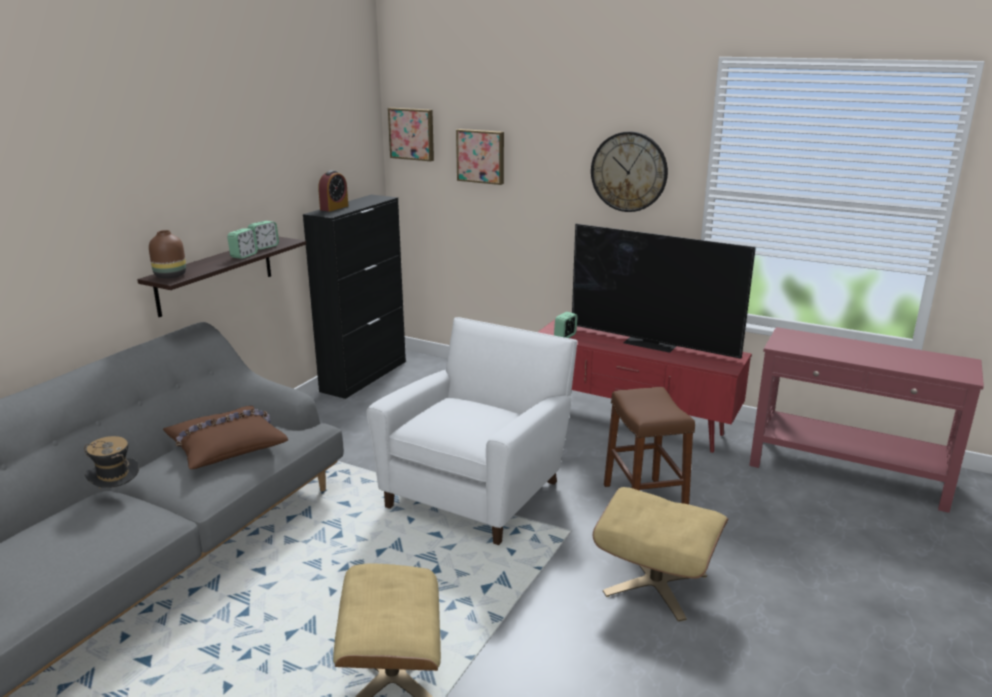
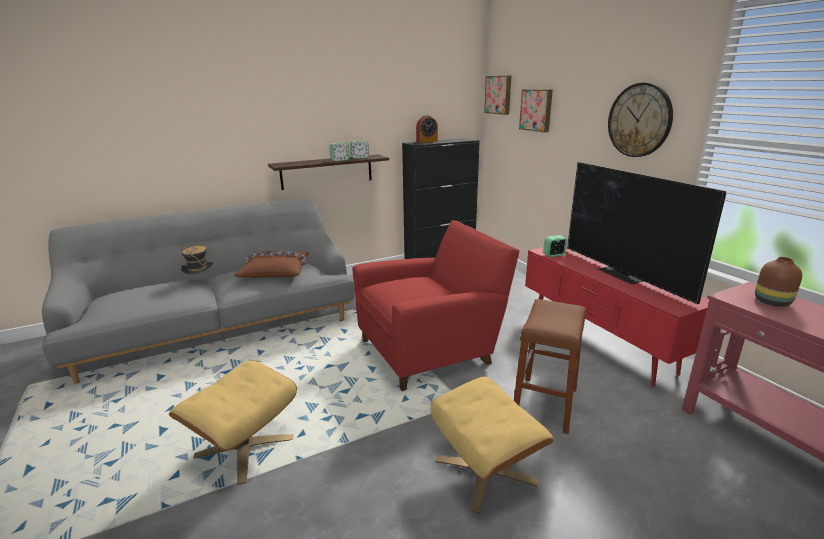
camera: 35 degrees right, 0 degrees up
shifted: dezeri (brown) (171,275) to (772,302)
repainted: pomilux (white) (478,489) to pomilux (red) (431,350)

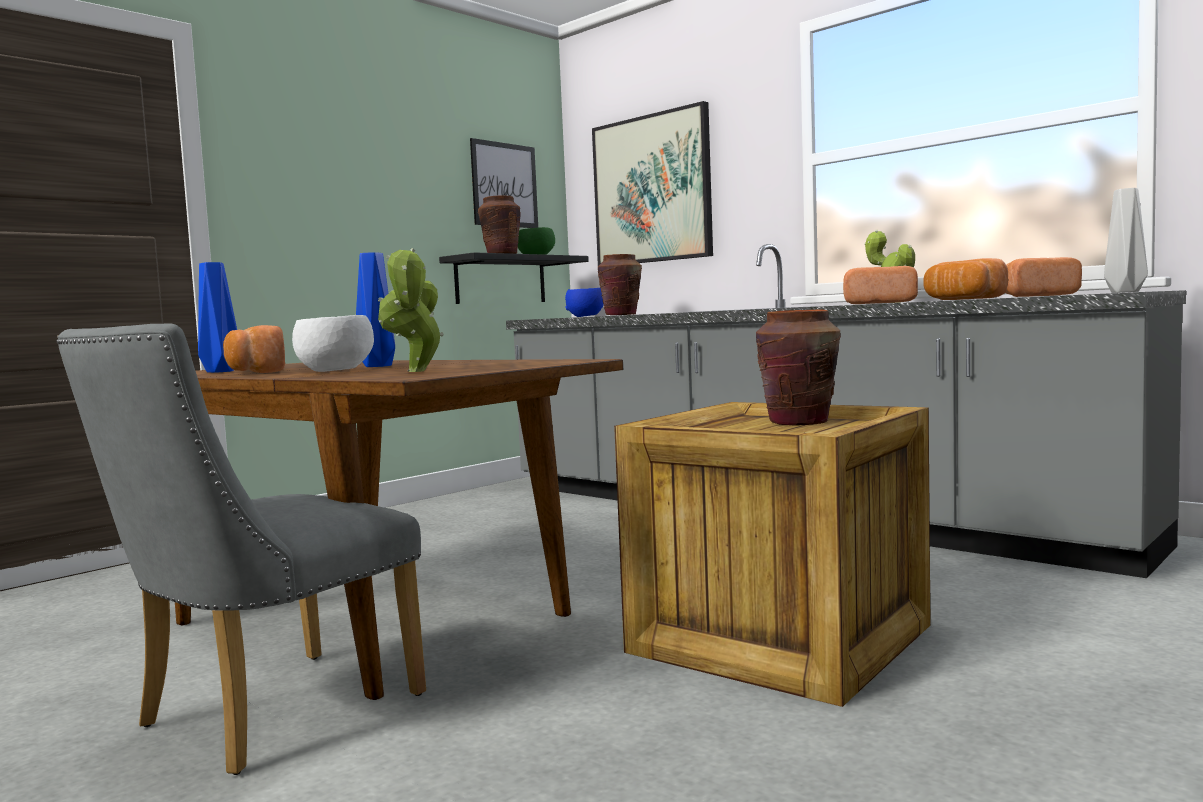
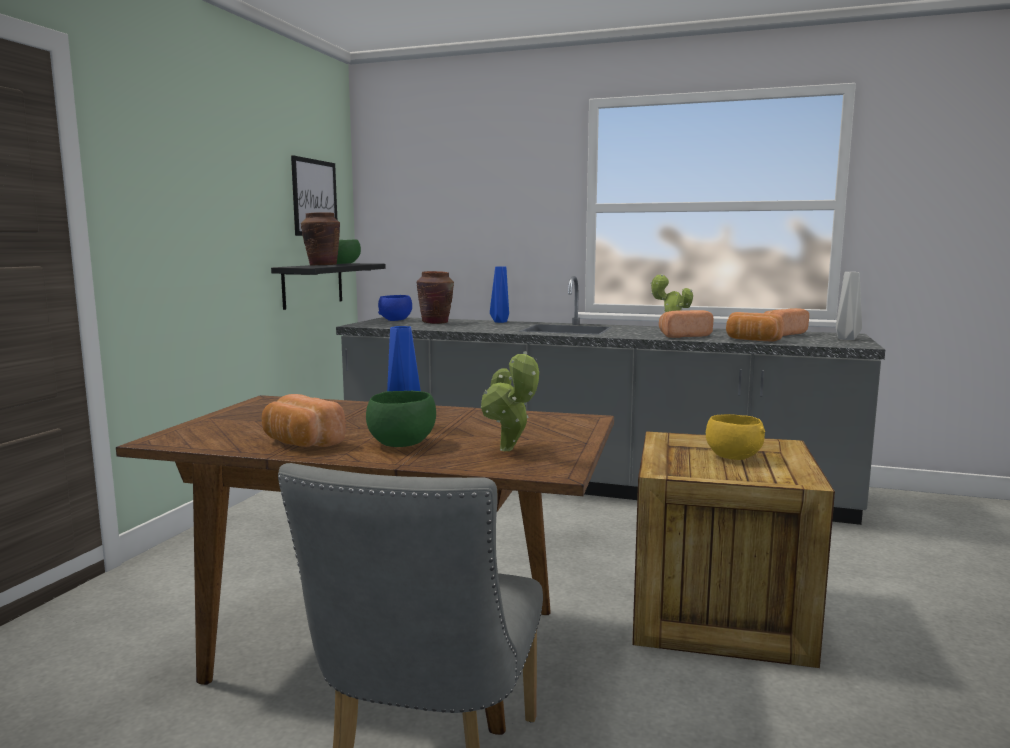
camera: 25 degrees left, 5 degrees up
gone: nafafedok (652,189)
shifted: dezeri (blue) (222,371) to (501,322)
swapped: dezeri (brown) (799,422) to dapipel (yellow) (732,457)
repainted: dapipel (white) (334,371) to dapipel (green) (401,444)

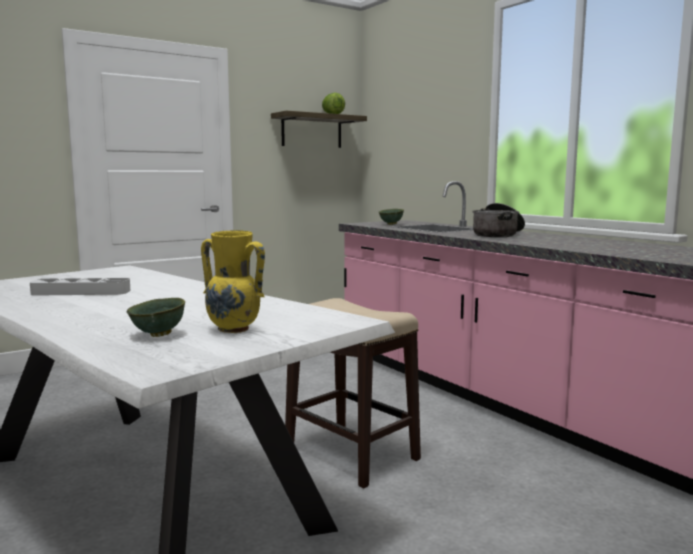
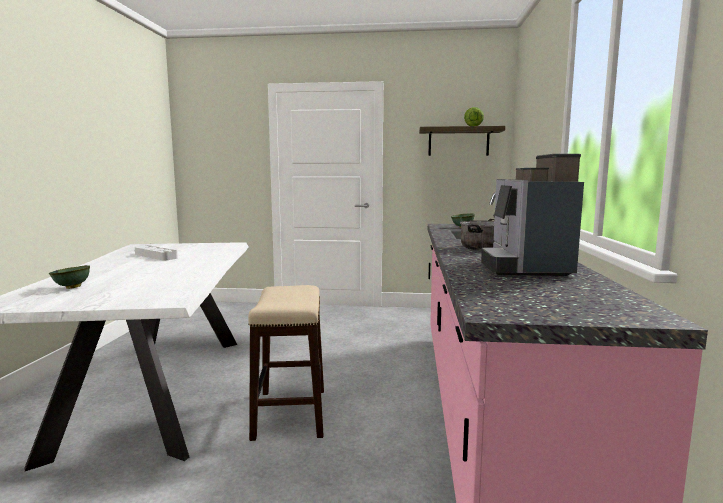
camera: 40 degrees right, 0 degrees up
gone: dezeri (yellow) (234,330)
new: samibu (525,267)

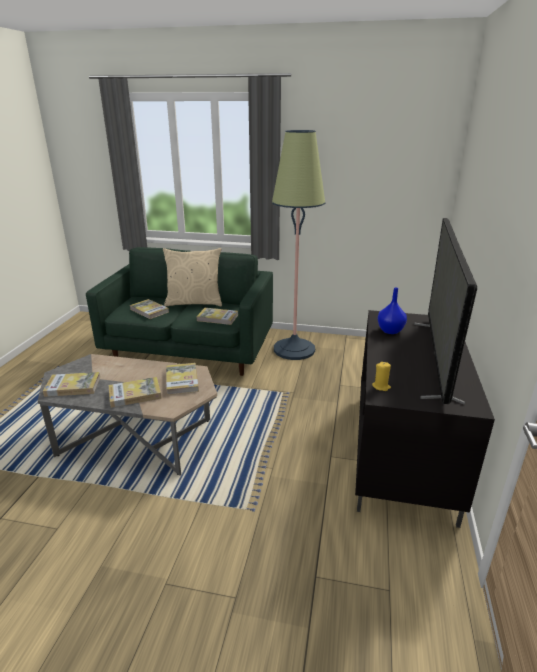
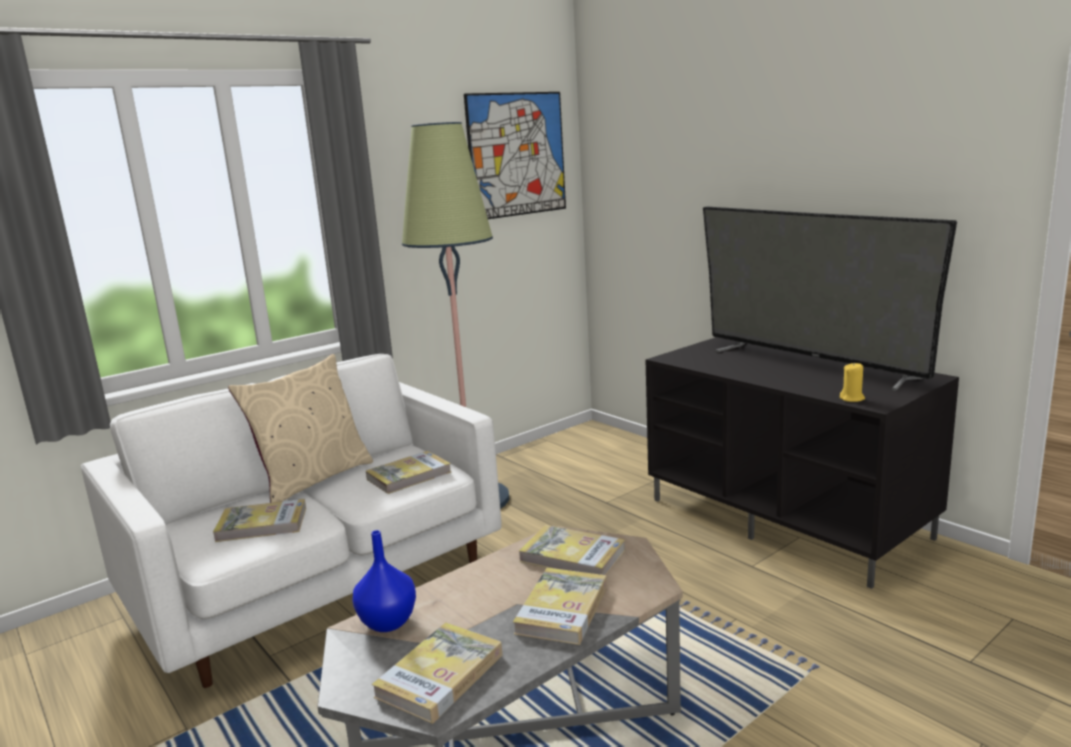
camera: 50 degrees left, 10 degrees down
new: nafafedok (517,154)
shifted: dezeri (blue) (390,330) to (388,621)
repainted: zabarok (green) (190,350) to zabarok (white) (319,586)

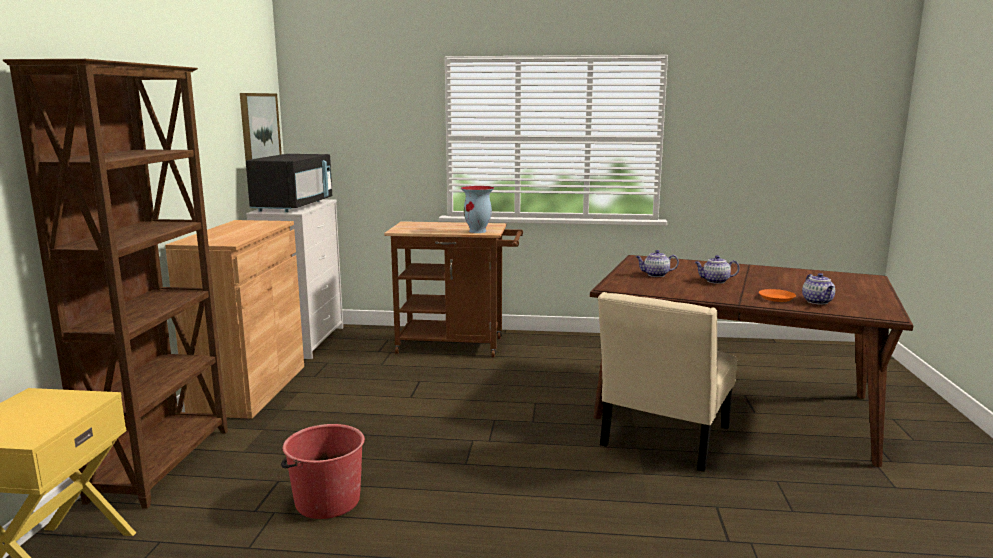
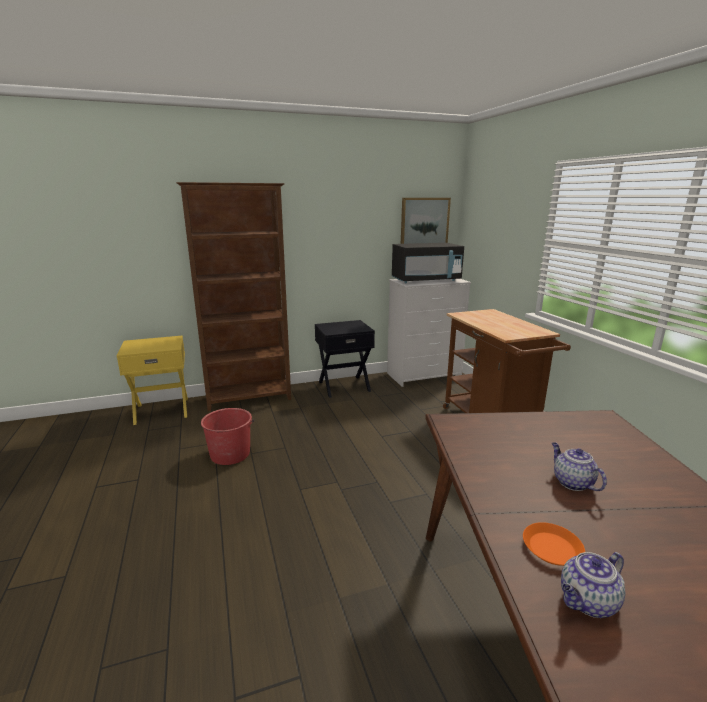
camera: 65 degrees right, 5 degrees up
gone: dezeri (478,231); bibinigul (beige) (662,440); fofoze (655,275)
swapped: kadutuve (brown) (249,389) to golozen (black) (344,386)

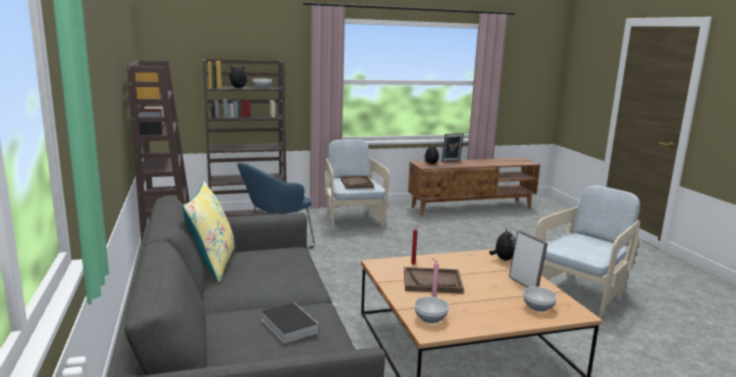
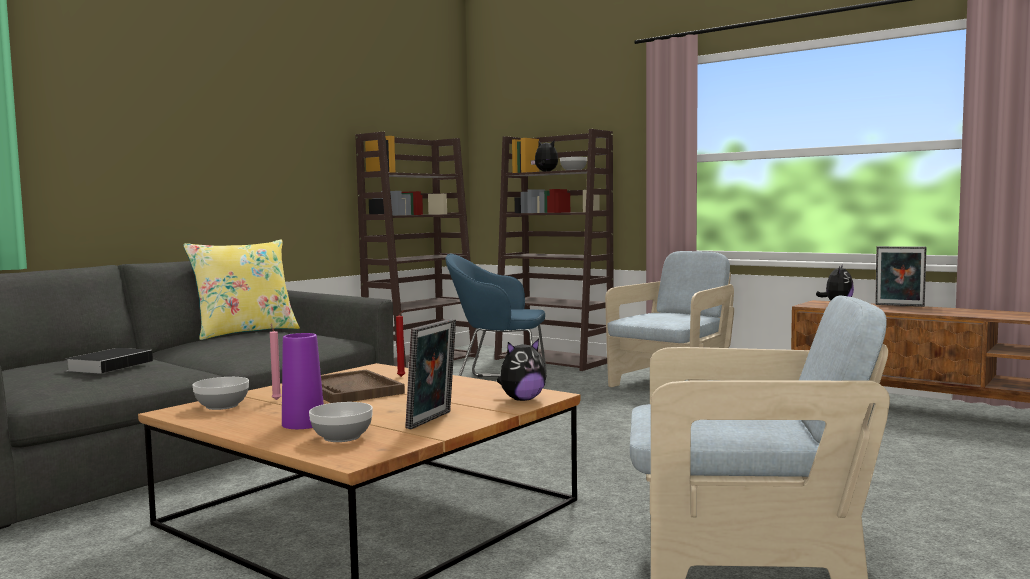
camera: 55 degrees right, 10 degrees down
gone: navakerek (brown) (356,183)
new: dezeri (purple) (303,423)

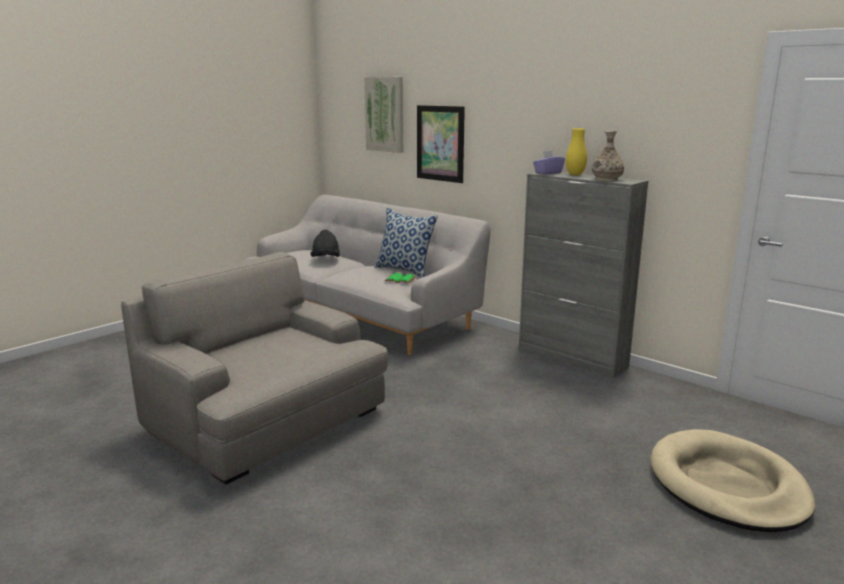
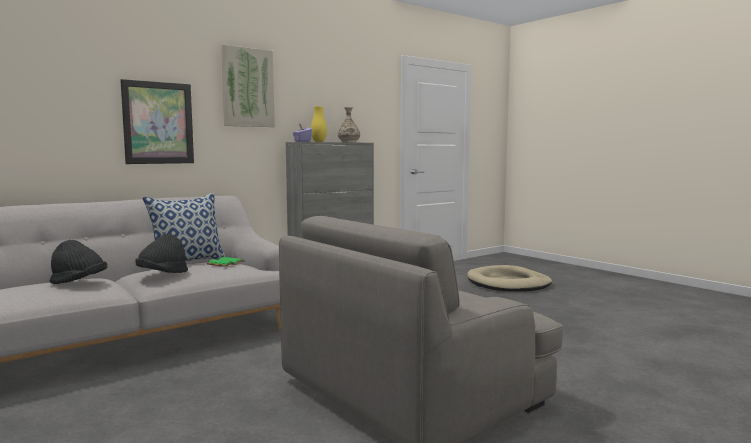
camera: 80 degrees left, 10 degrees down
new: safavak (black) (162,274)
shifted: nafafedok (385,114) to (247,87)

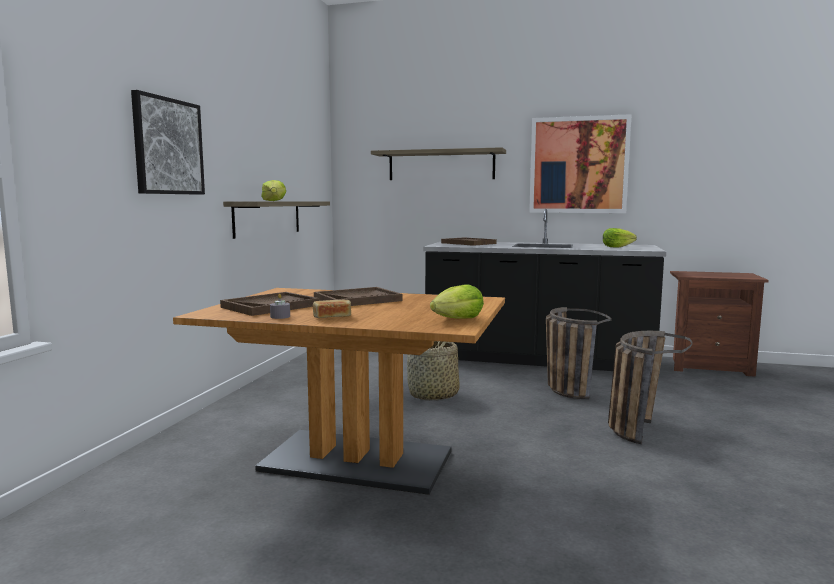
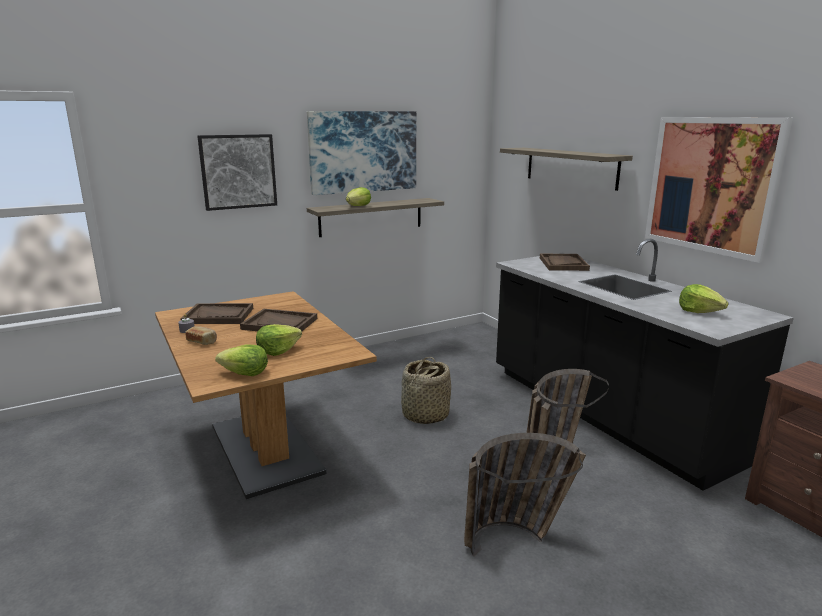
camera: 45 degrees right, 10 degrees up
new: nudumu (278,350); nafafedok (363,152)

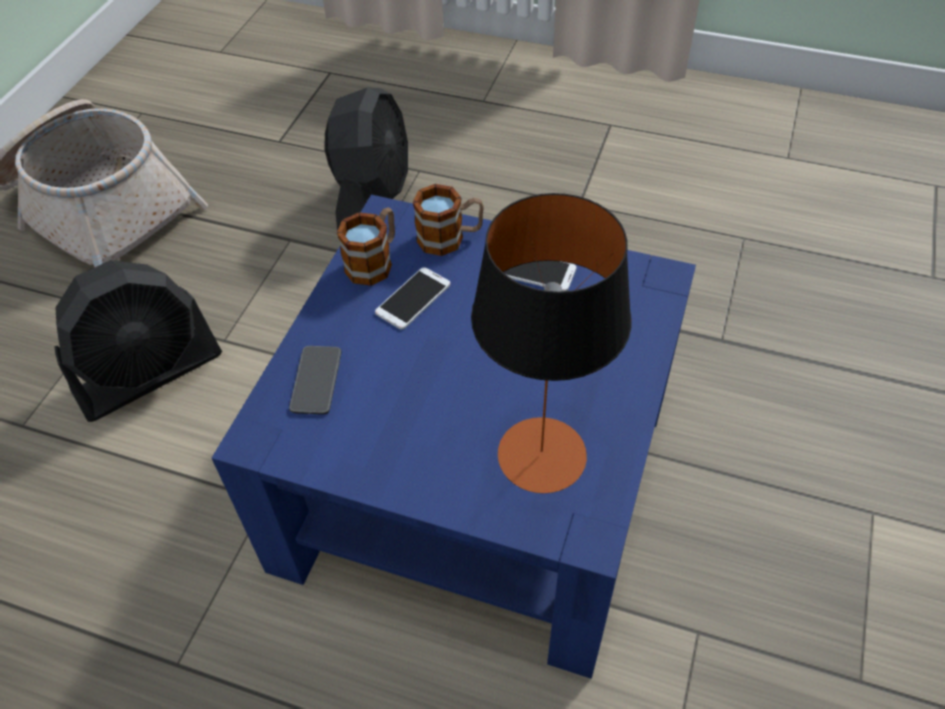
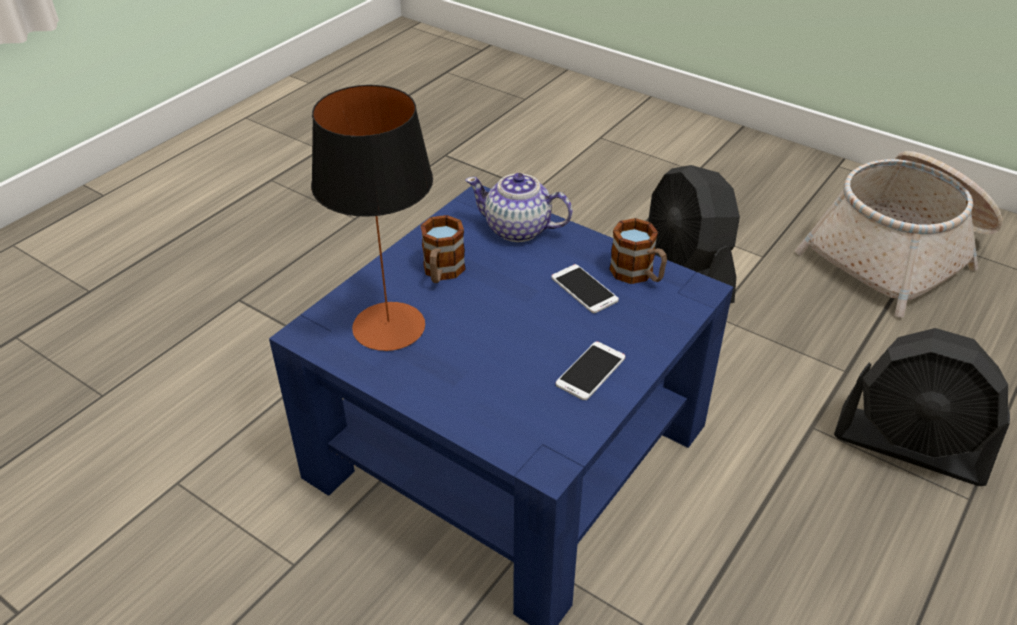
camera: 105 degrees right, 10 degrees down
shifted: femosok (450,238) to (442,272)
swapped: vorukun (316,381) to fofoze (518,229)

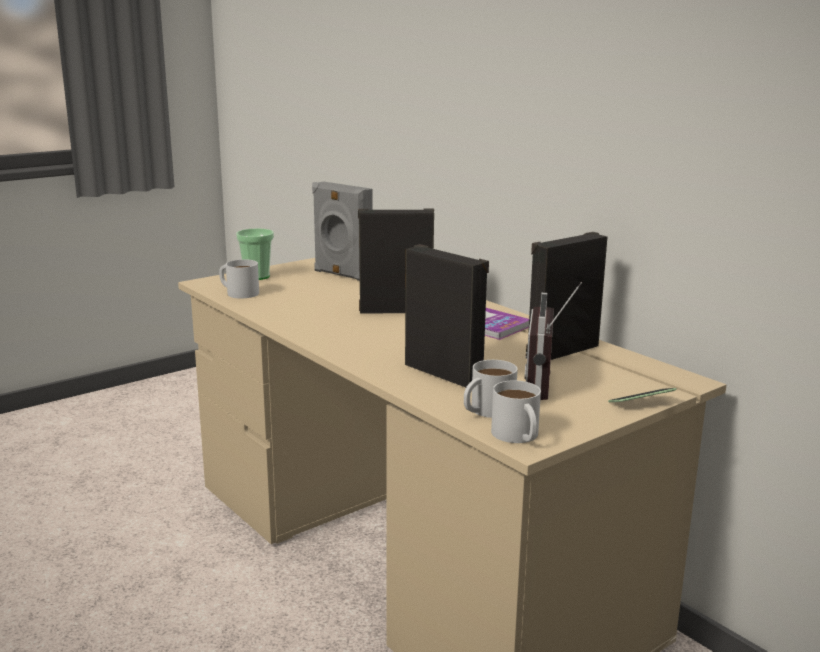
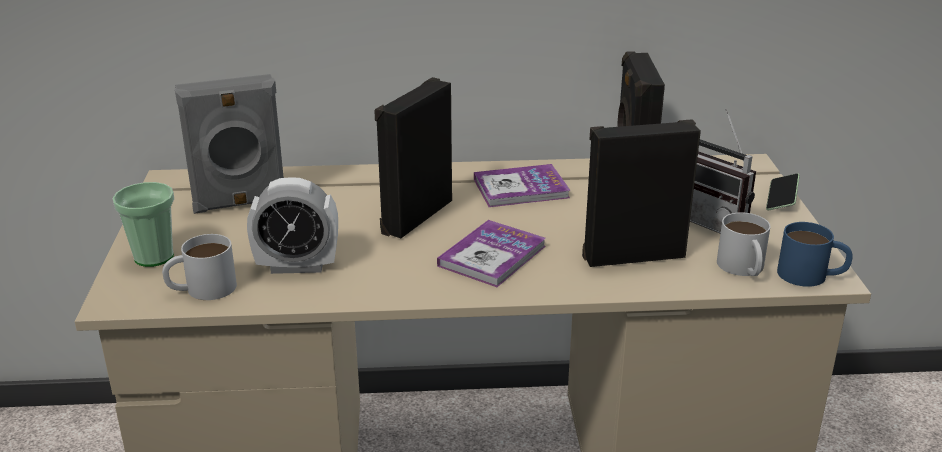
camera: 55 degrees left, 10 degrees up
new: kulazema (297,266); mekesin (492,256)
repainted: femosok (white) (518,437) to femosok (blue) (811,275)

